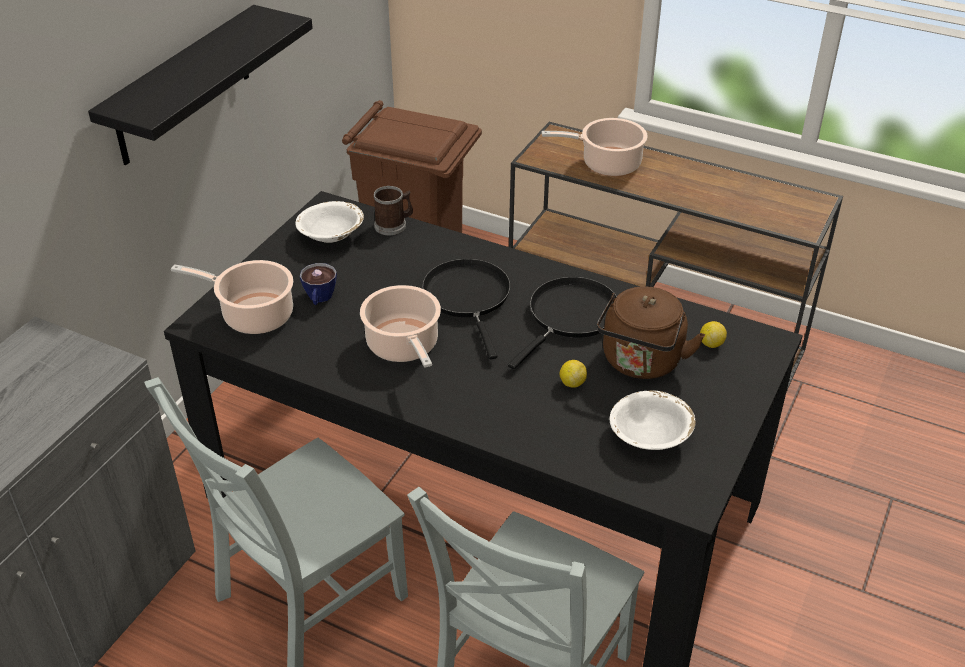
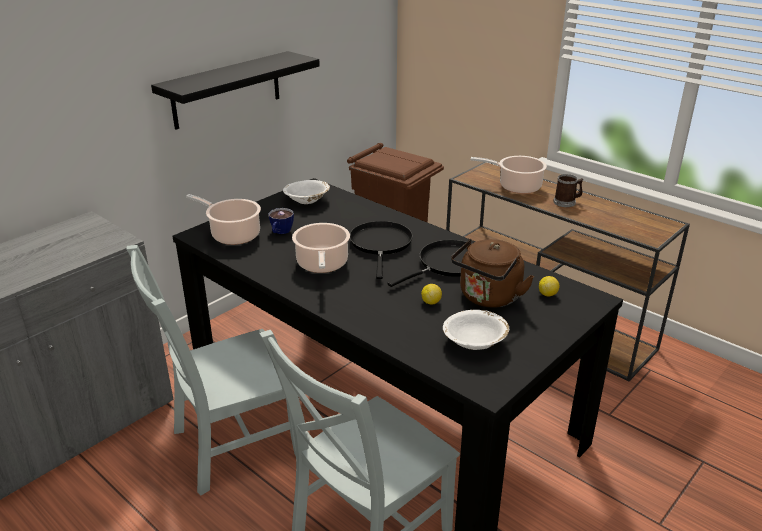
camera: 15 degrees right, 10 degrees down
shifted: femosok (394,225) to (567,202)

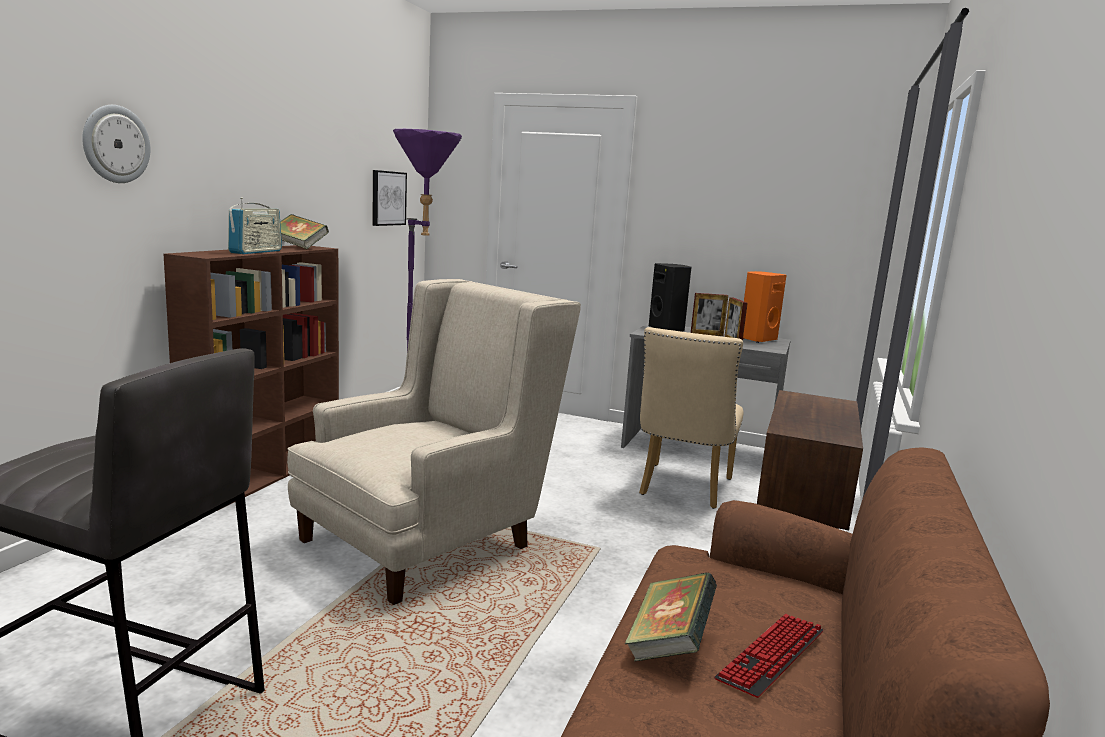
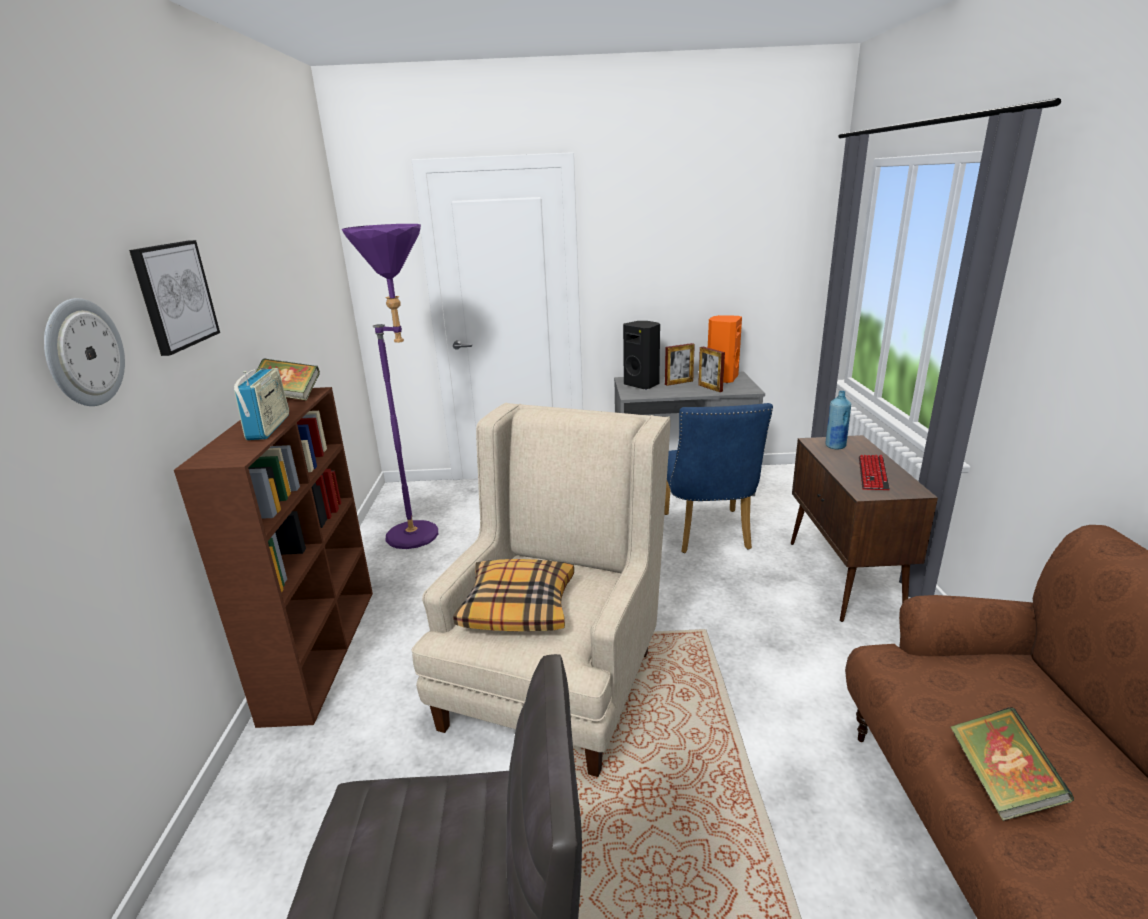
camera: 20 degrees left, 10 degrees up
new: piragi (518,606); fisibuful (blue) (835,446)
shifted: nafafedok (388,198) to (174,295); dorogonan (771,656) to (872,474)
repainted: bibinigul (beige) (682,489) to bibinigul (blue) (708,535)

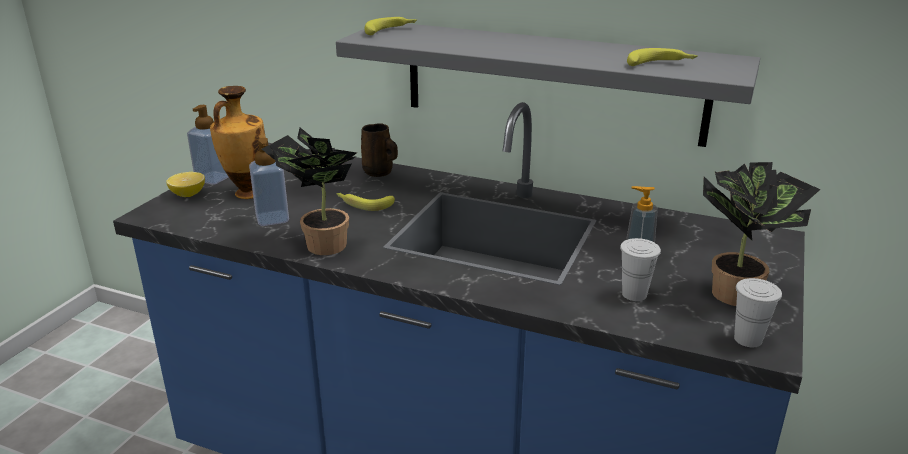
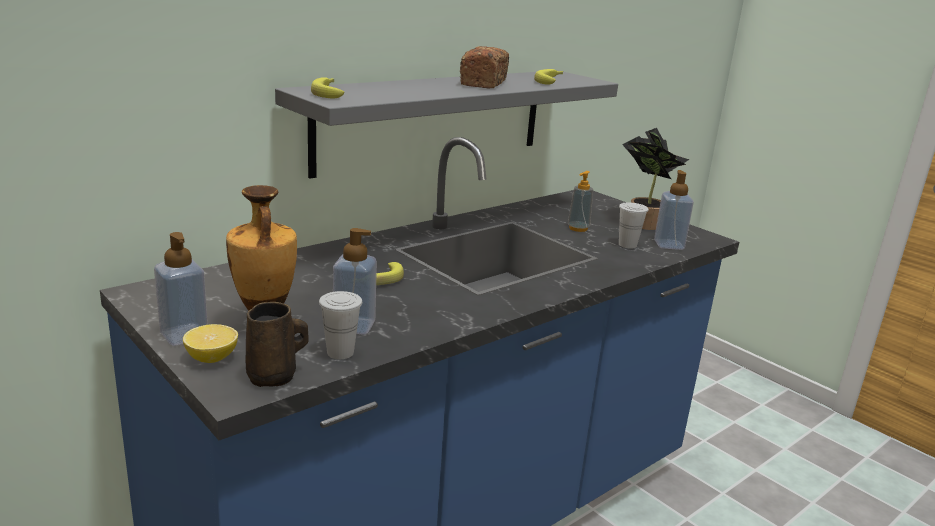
camera: 65 degrees left, 5 degrees down
gone: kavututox (320,245)
new: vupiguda (483,83); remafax (669,245)
shifted: femosok (brown) (379,172) to (274,377); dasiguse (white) (748,339) to (340,352)

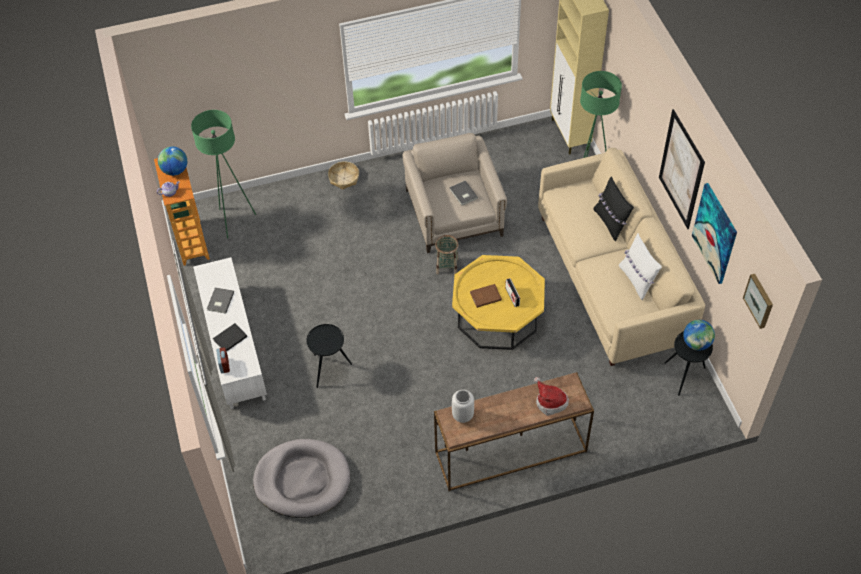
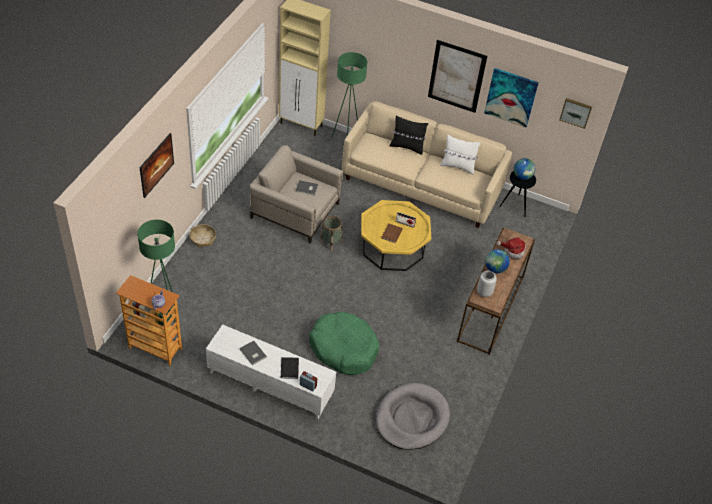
camera: 55 degrees left, 5 degrees down
new: nafafedok (157,172)
shifted: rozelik (175,170) to (495,269)
swapped: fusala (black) (329,369) to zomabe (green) (343,348)

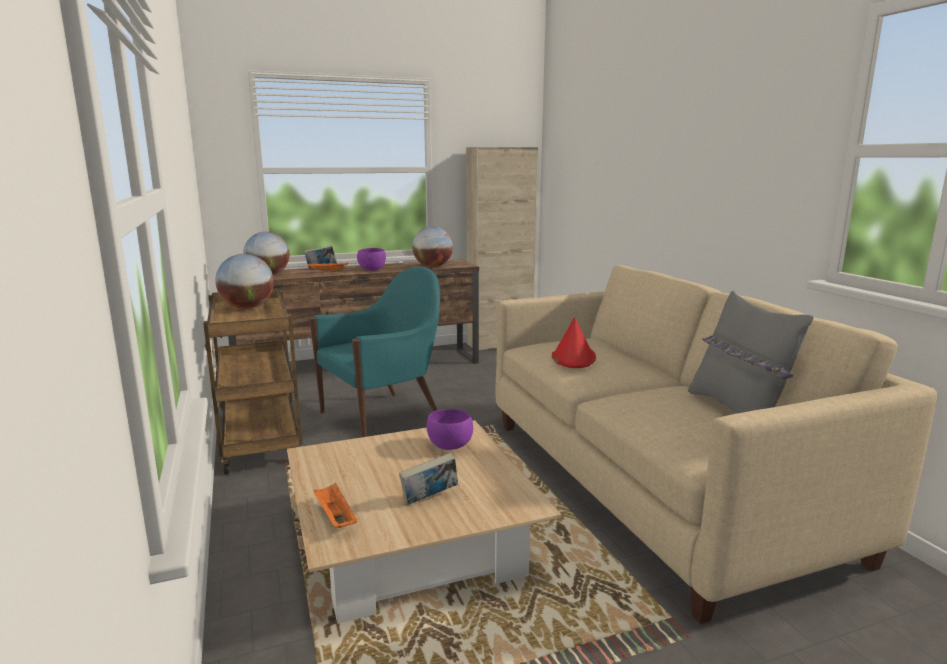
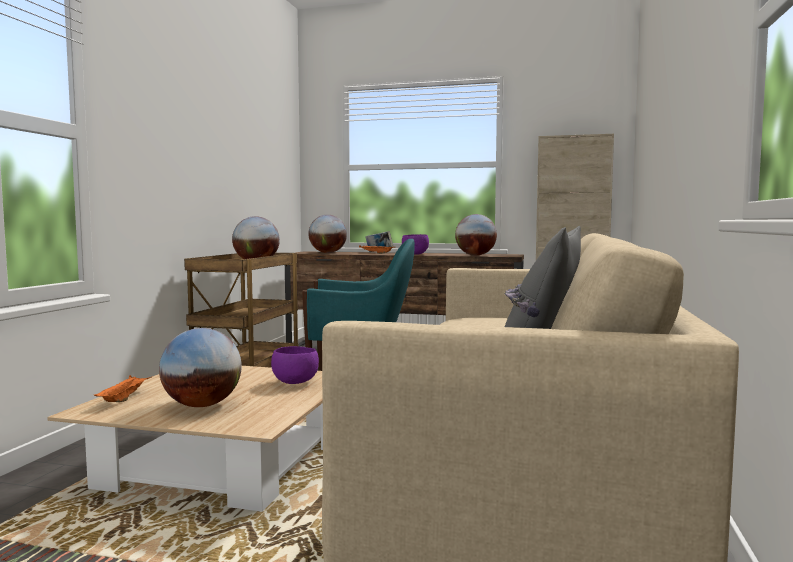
camera: 35 degrees right, 10 degrees down
gone: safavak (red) (573,357)
swapped: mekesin (429,499) to rozelik (202,405)

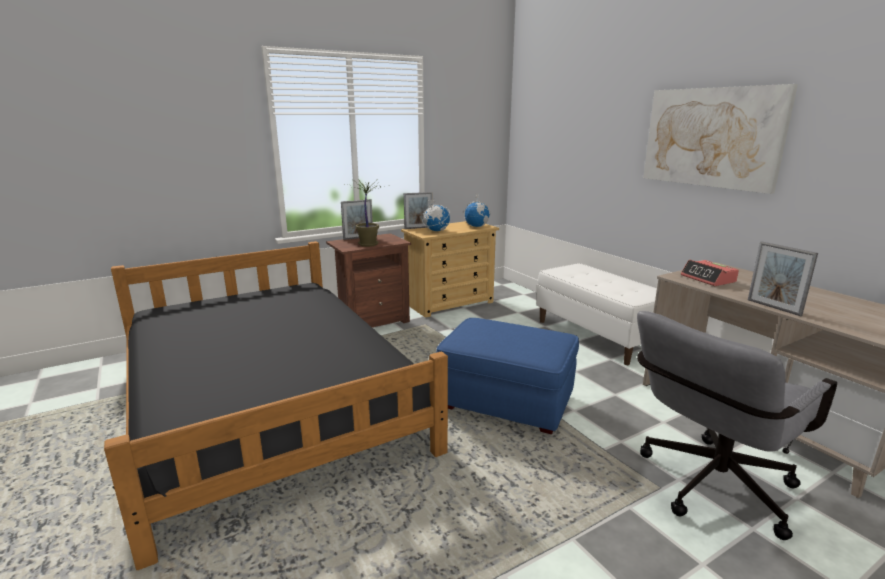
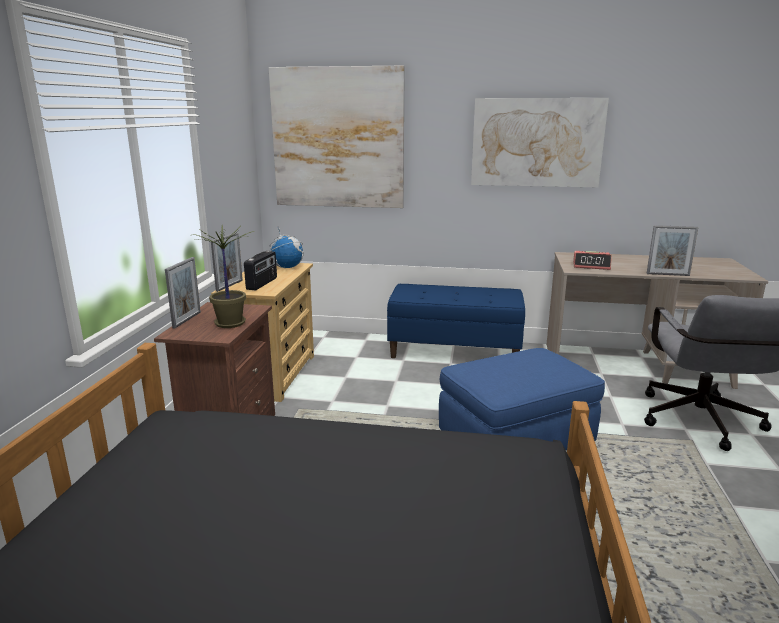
camera: 50 degrees left, 0 degrees up
new: nafafedok (338,138)
swapped: rozelik (436,231) to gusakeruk (262,284)
repainted: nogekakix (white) (598,336) to nogekakix (blue) (455,351)

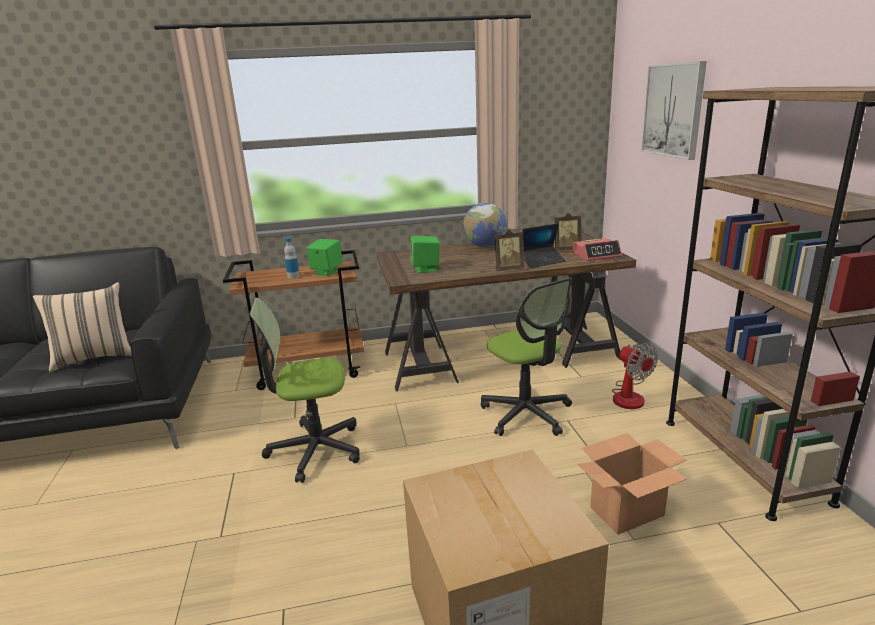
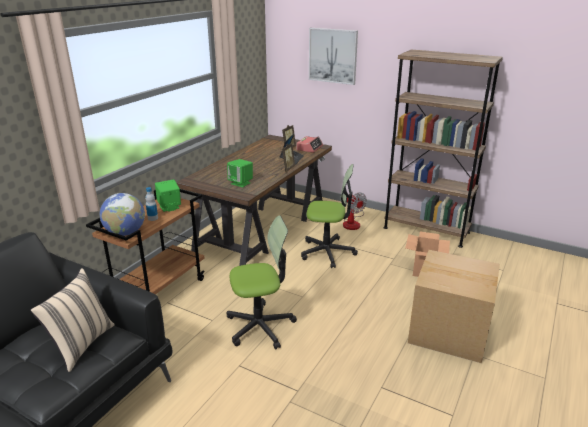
camera: 50 degrees left, 5 degrees up
shifted: rozelik (485,246) to (125,233)
rotated: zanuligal (315,449) = (260,326) 135 degrees counterclockwise; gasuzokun (629,395) = (353,222) 45 degrees clockwise

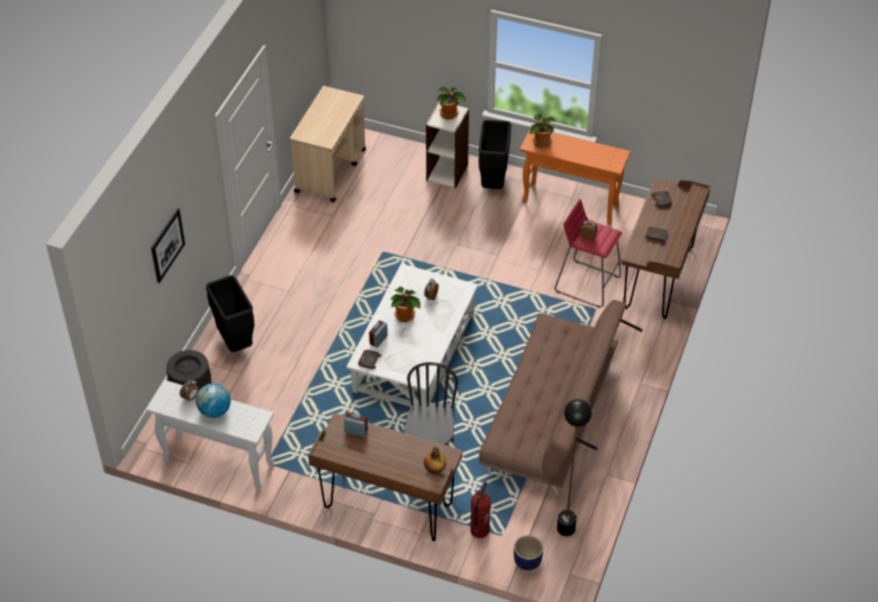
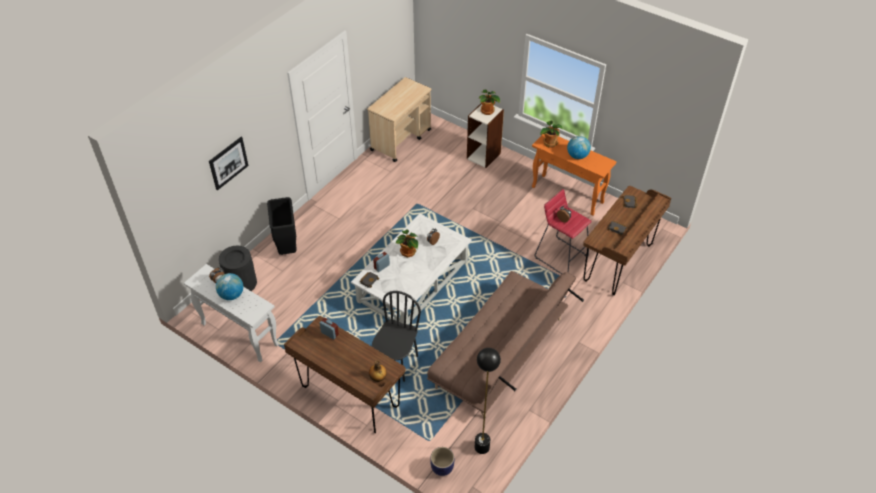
camera: 15 degrees right, 0 degrees up
gone: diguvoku (479,530); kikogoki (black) (494,183)
new: rozelik (577,156)

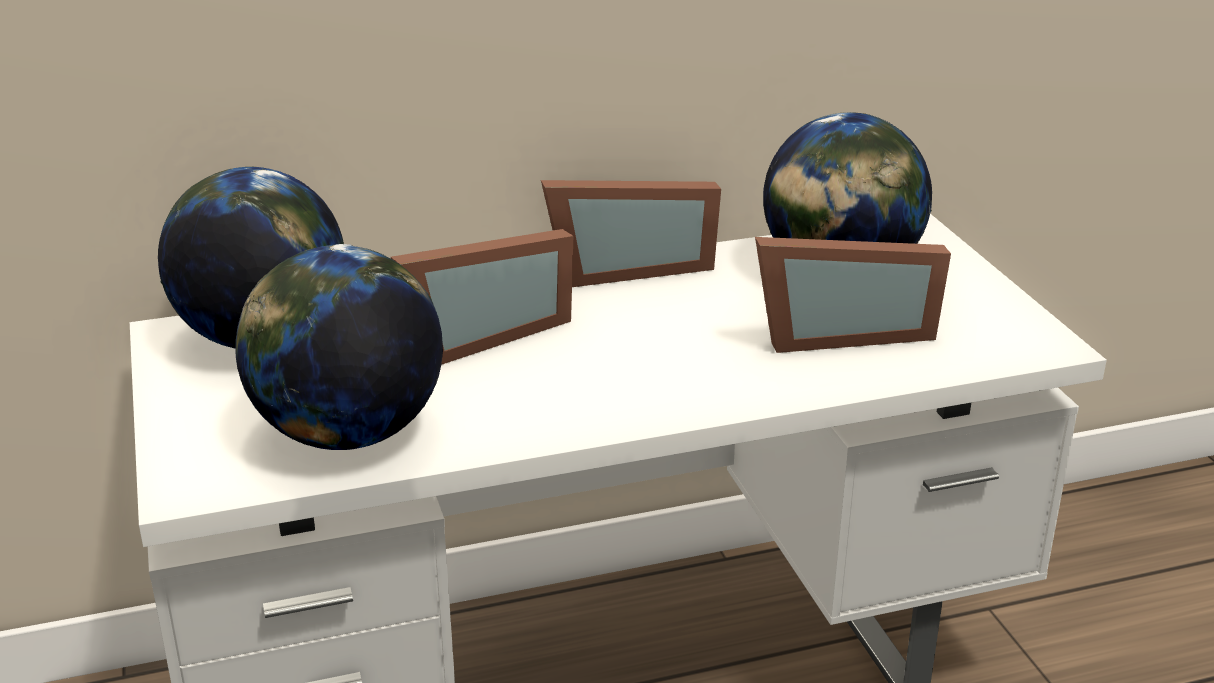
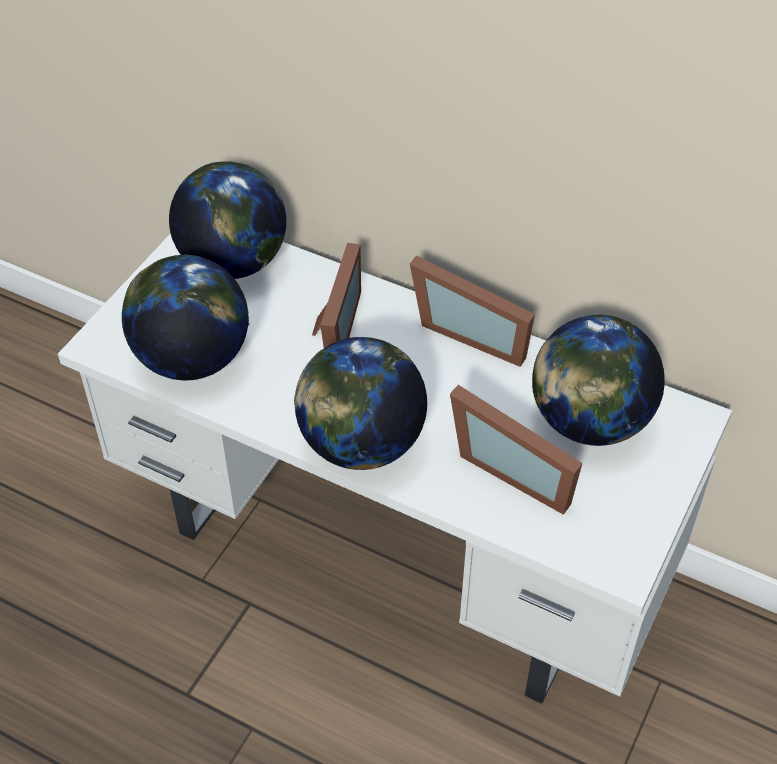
camera: 45 degrees right, 20 degrees up
new: rozelik (361,444)
rotated: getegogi (480,335) = (331,332) 90 degrees counterclockwise

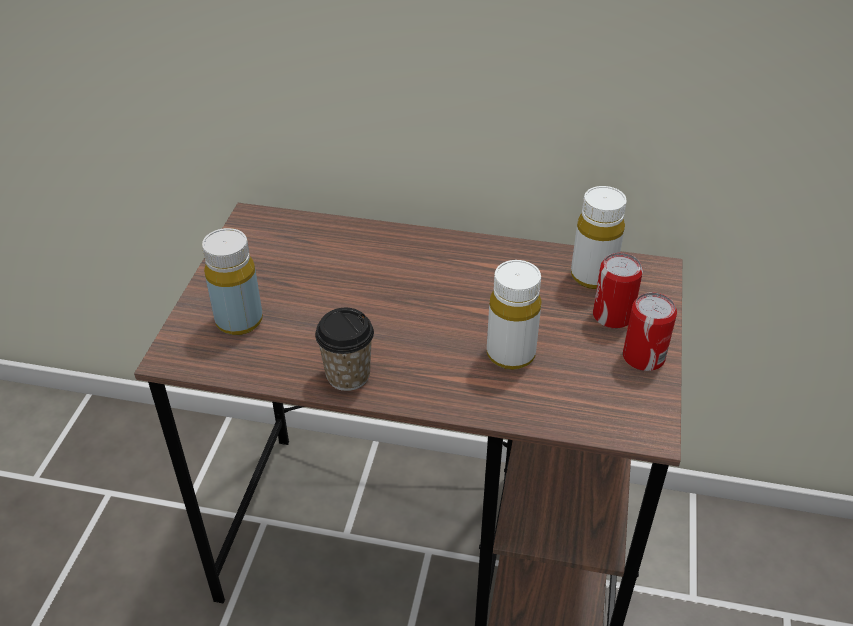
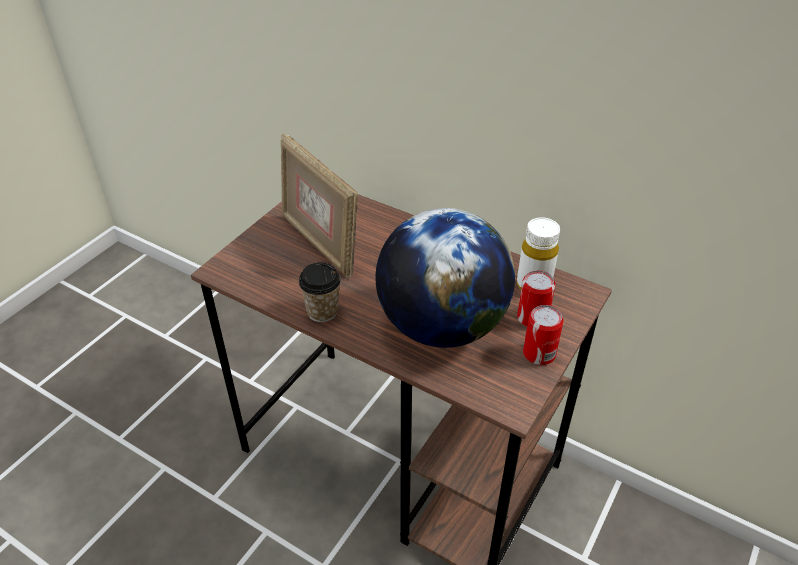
camera: 20 degrees right, 0 degrees up
gone: fisibuful (yellow) (239,321)
new: getegogi (320,243)
swapped: fisibuful (white) (510,354) to rozelik (442,326)

